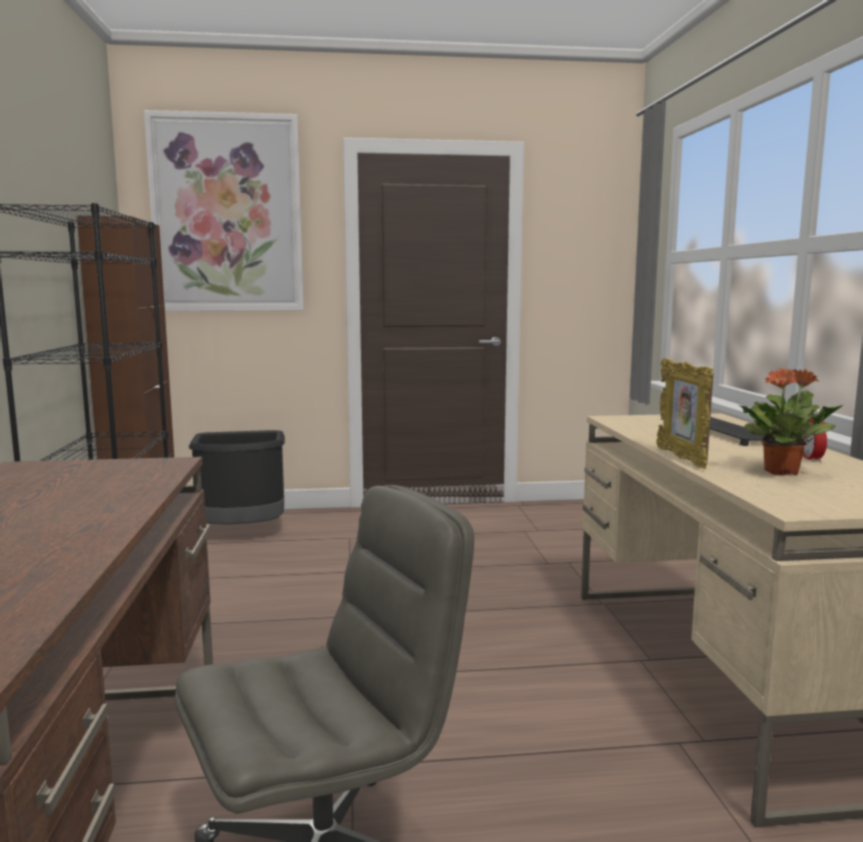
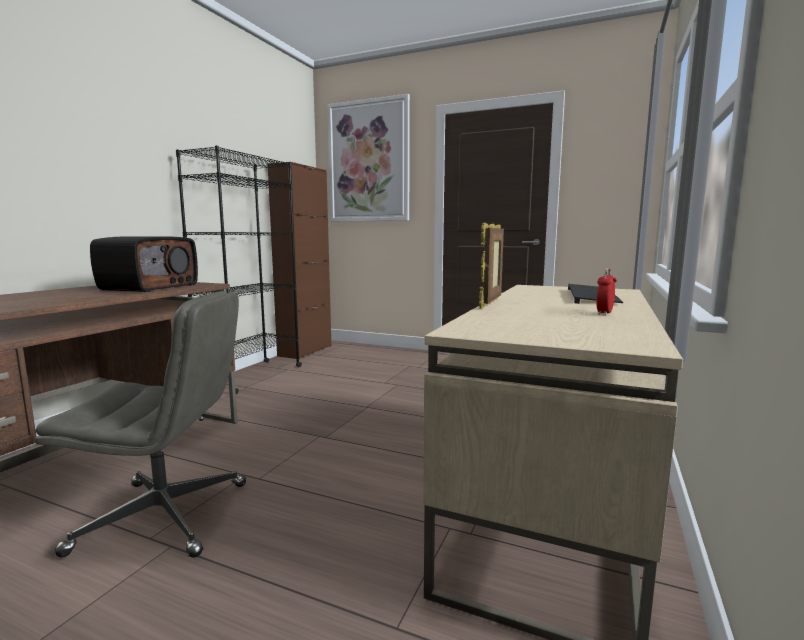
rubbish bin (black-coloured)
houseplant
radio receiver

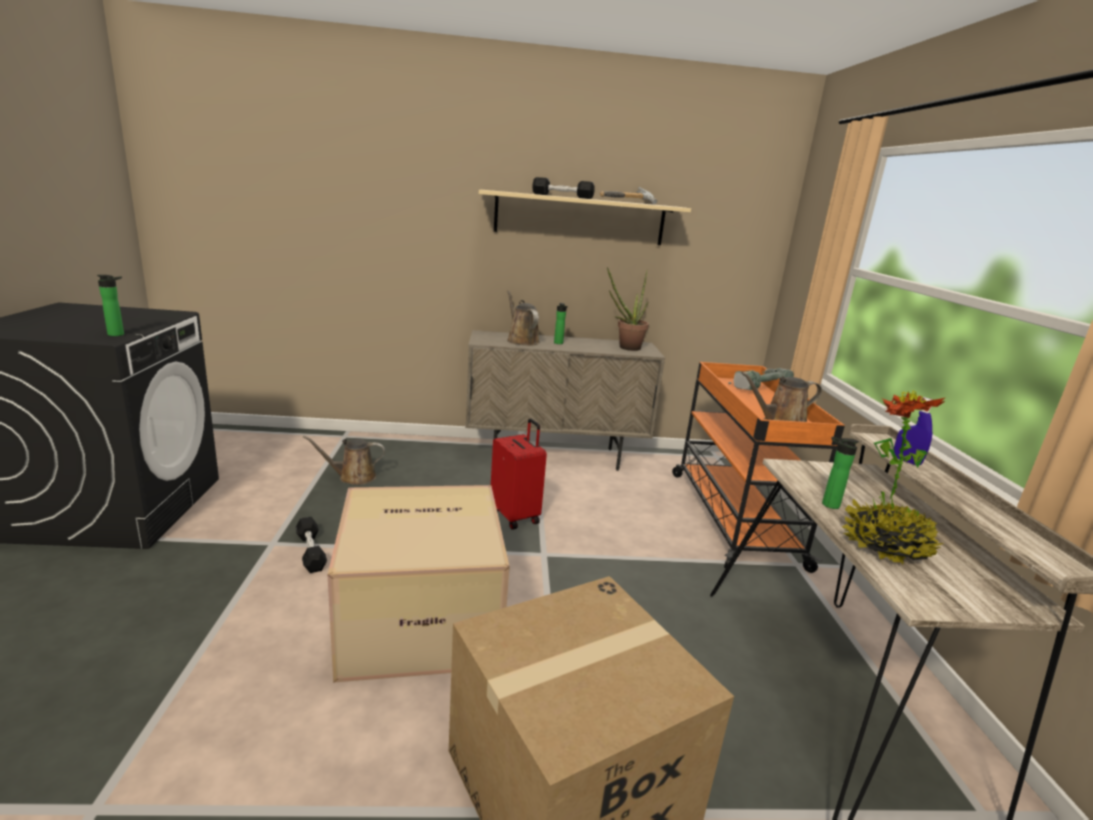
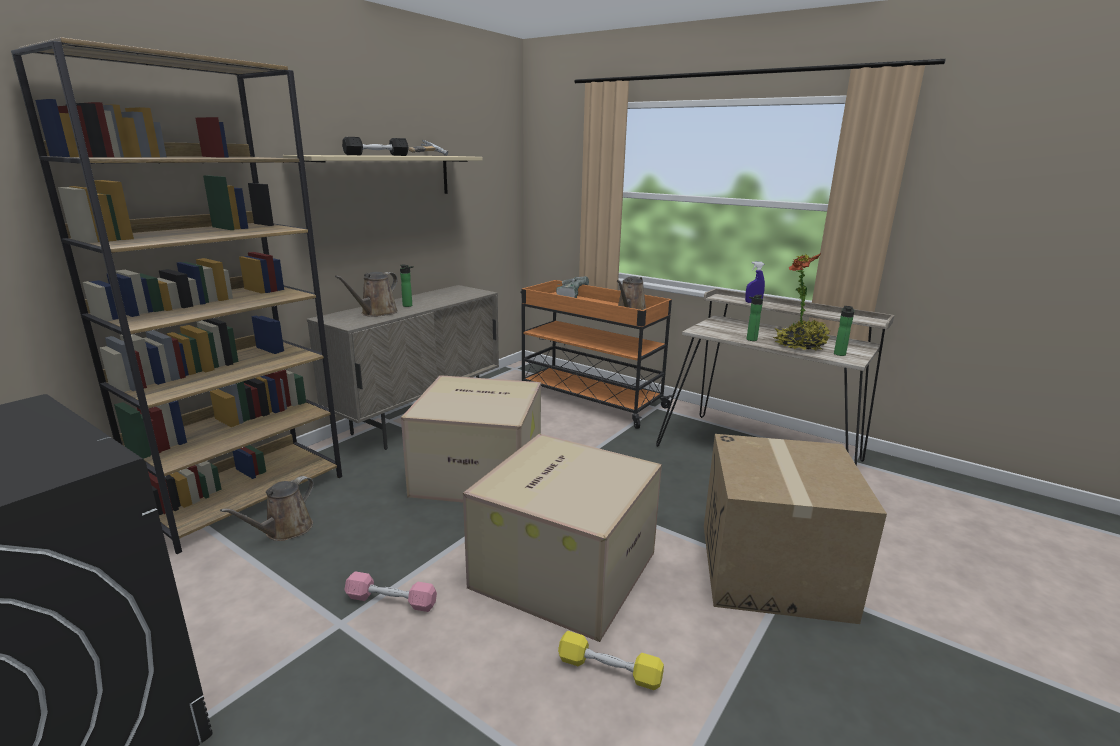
houseplant (no. 1 from left in the first image)
shelving unit (brownish)
dumbbell (yellowish)
bottle (no. 3 from left)
packing box (no. 1 from left)
dumbbell (pink)
watering can (brownish) (no. 2 from left)

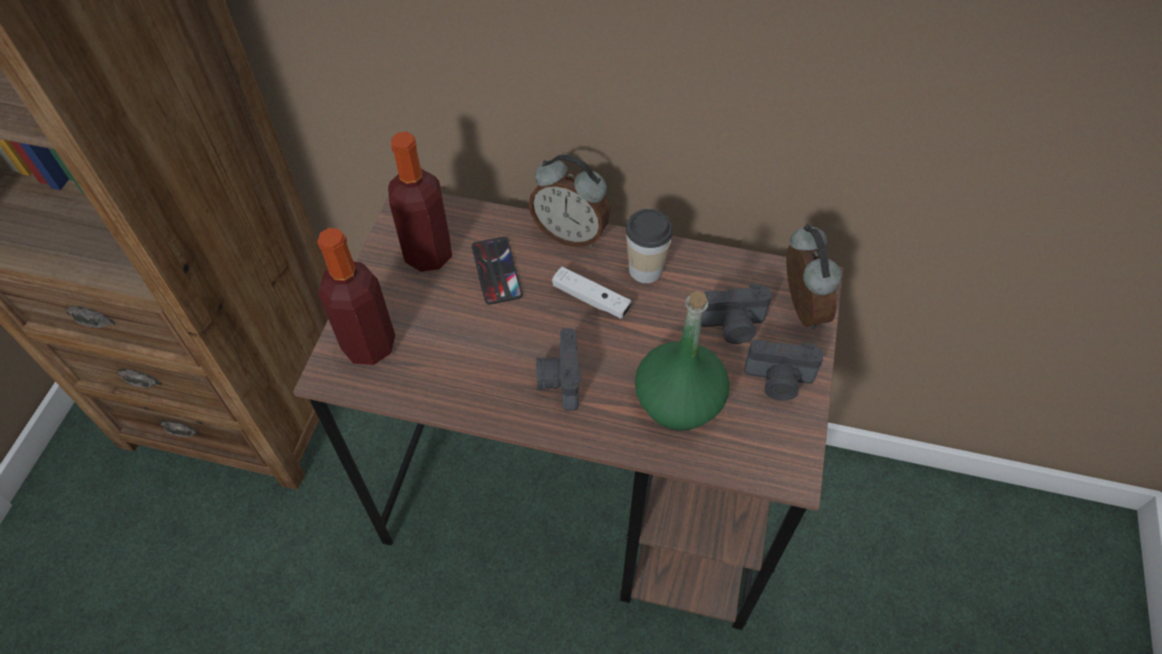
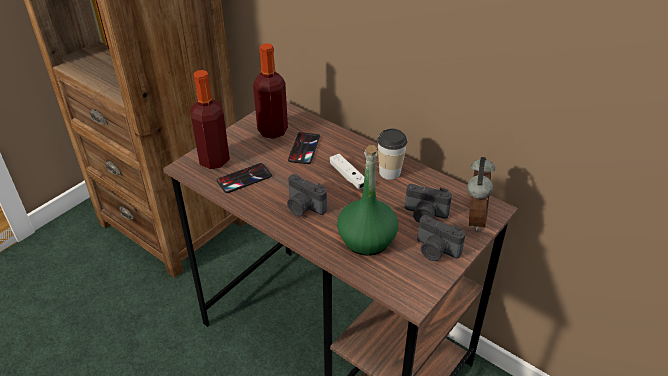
table clock (no. 1 from left in the first image)
phone (no. 1 from left)
still camera (no. 1 from left)

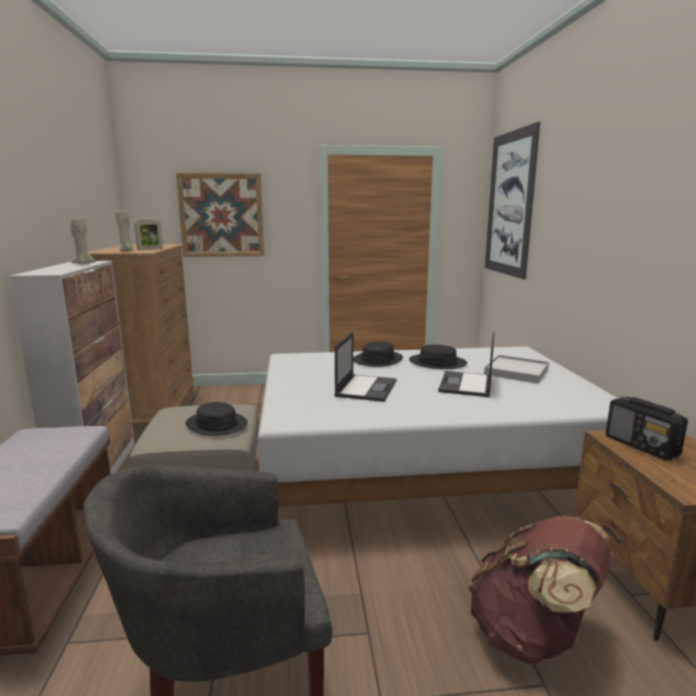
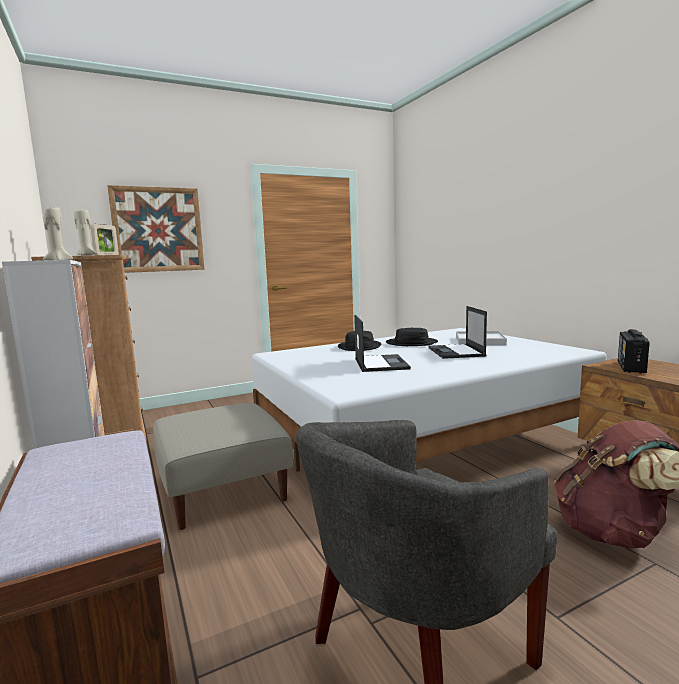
wearable hat (black-coloured) (no. 1 from left in the first image)
picture (no. 2 from left in the first image)
radio receiver

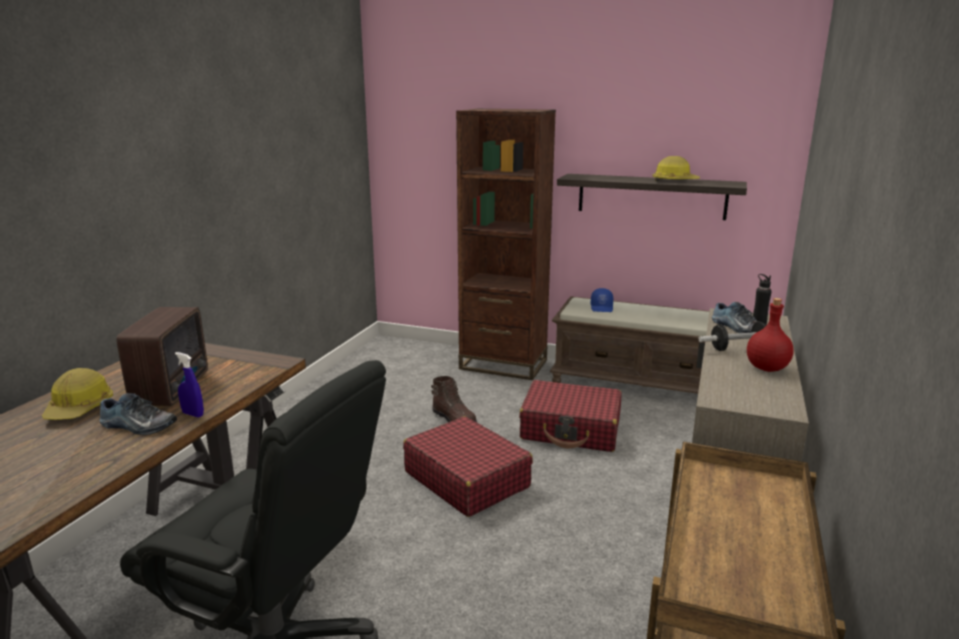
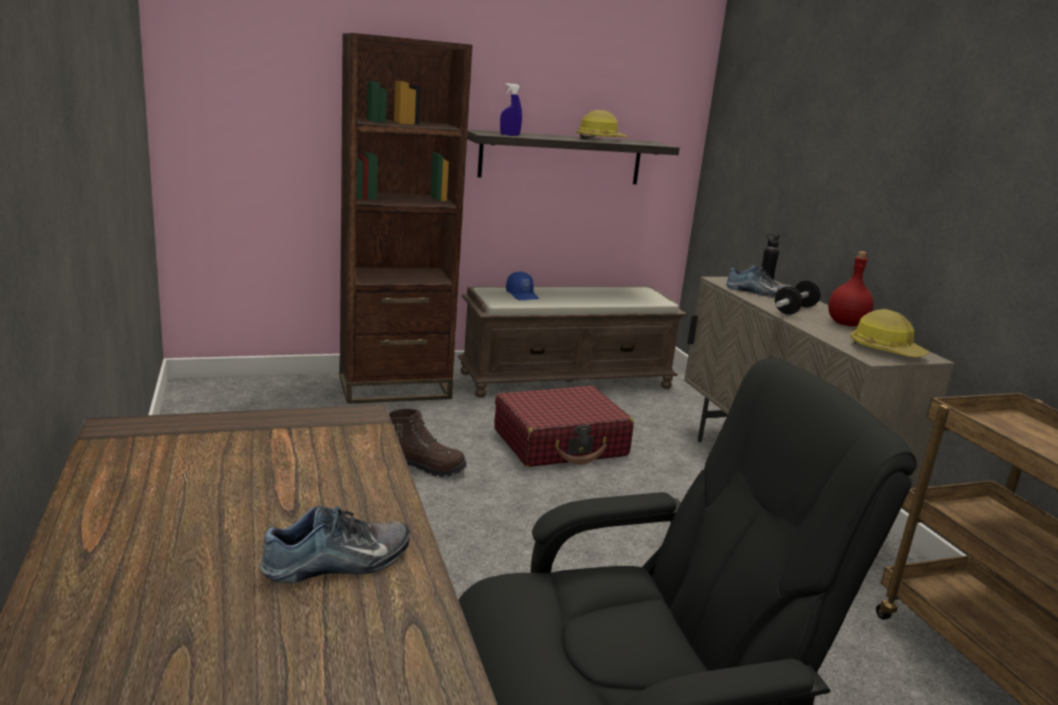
radio receiver
suitcase (red-coloured) (no. 1 from left in the first image)
hard hat (no. 2 from left)
hand sprayer (blue)

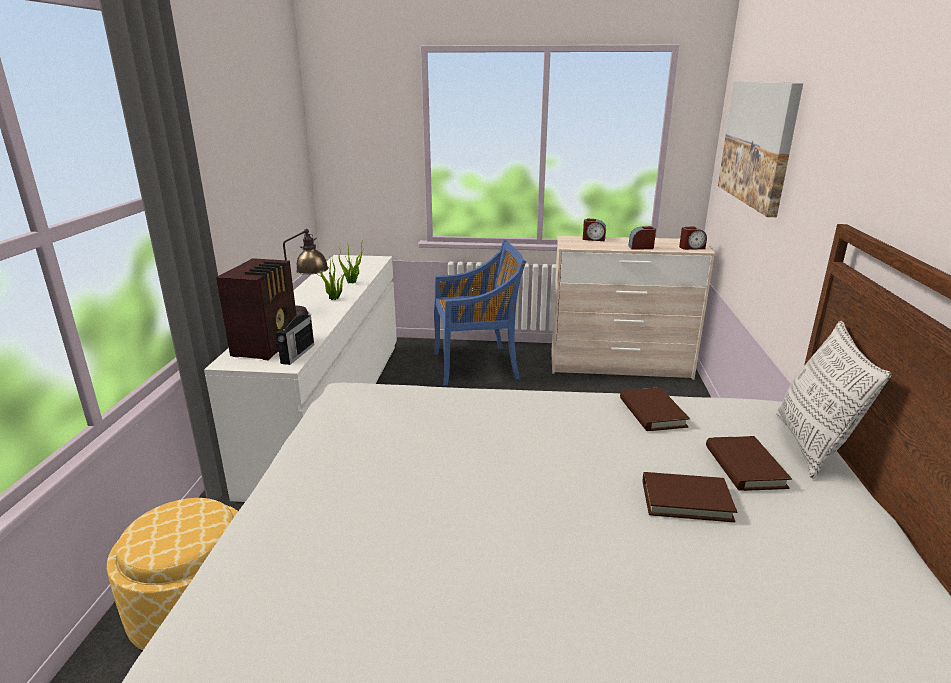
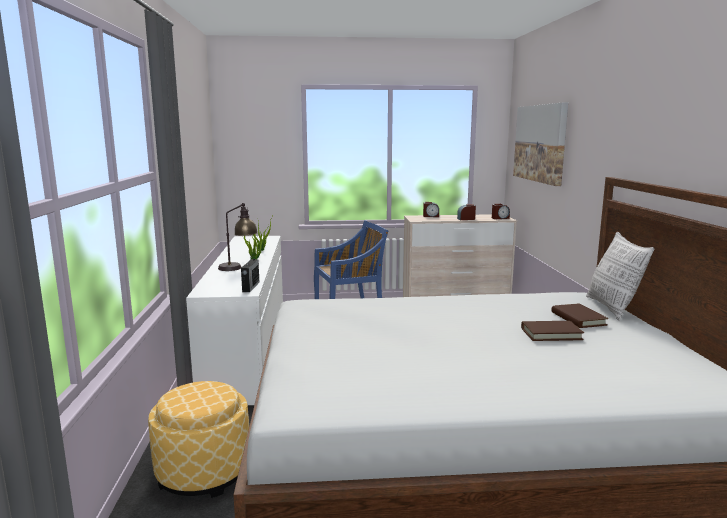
radio receiver (no. 1 from left in the first image)
volume (brownish) (no. 1 from left in the first image)

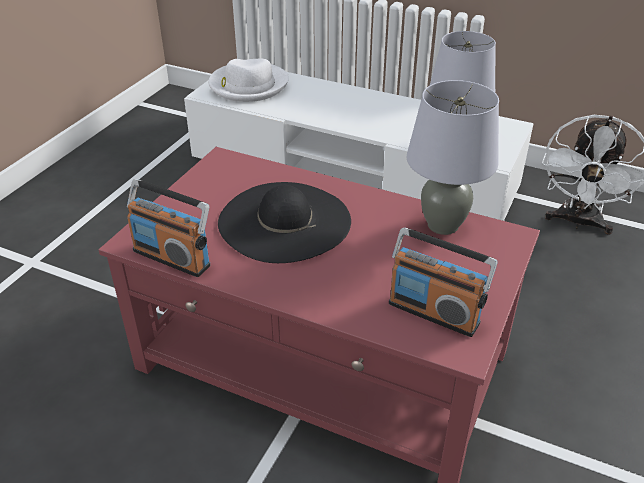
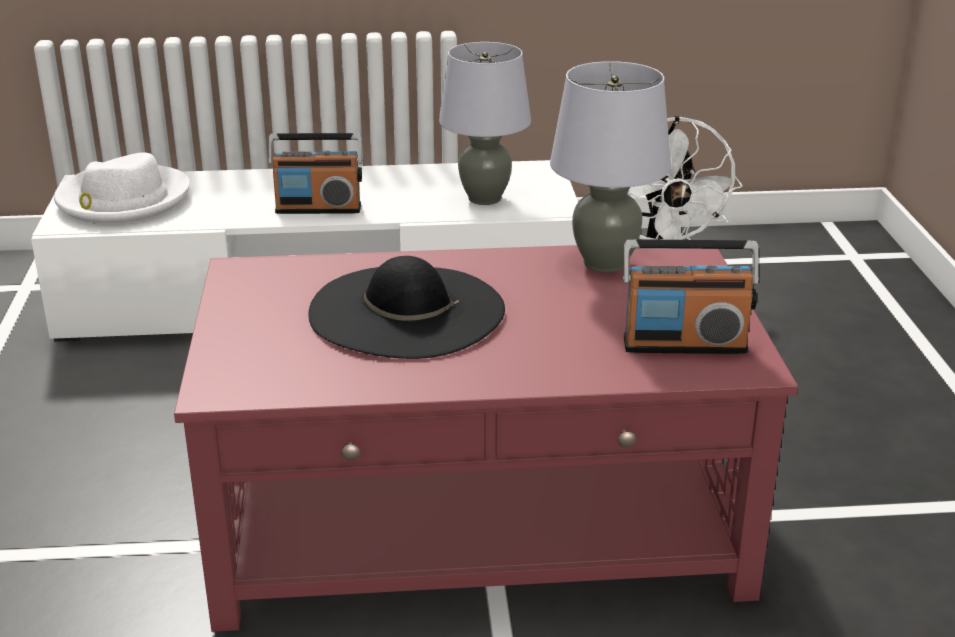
radio receiver (no. 1 from left)

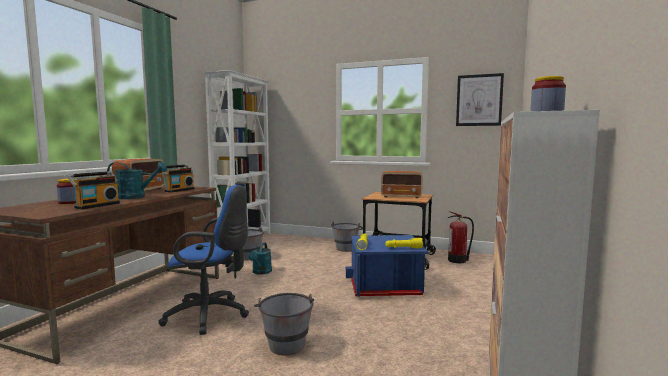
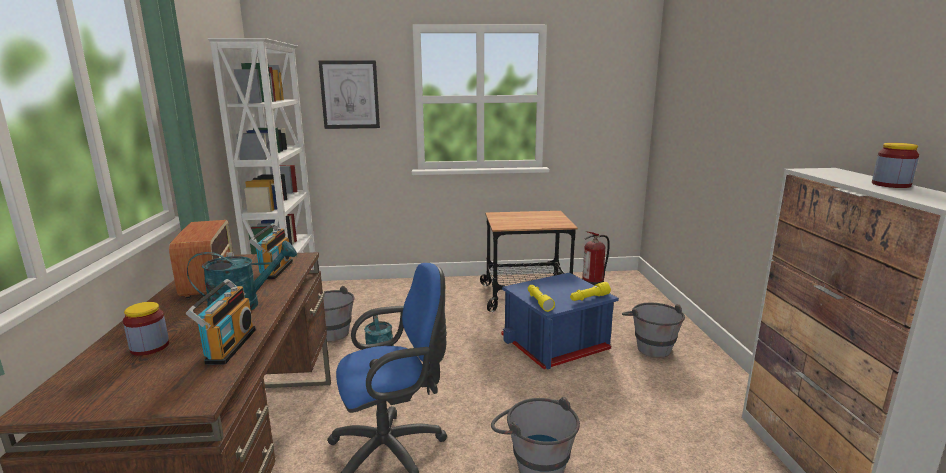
radio receiver (no. 4 from left in the first image)
bucket (greyish) (no. 3 from left)
picture

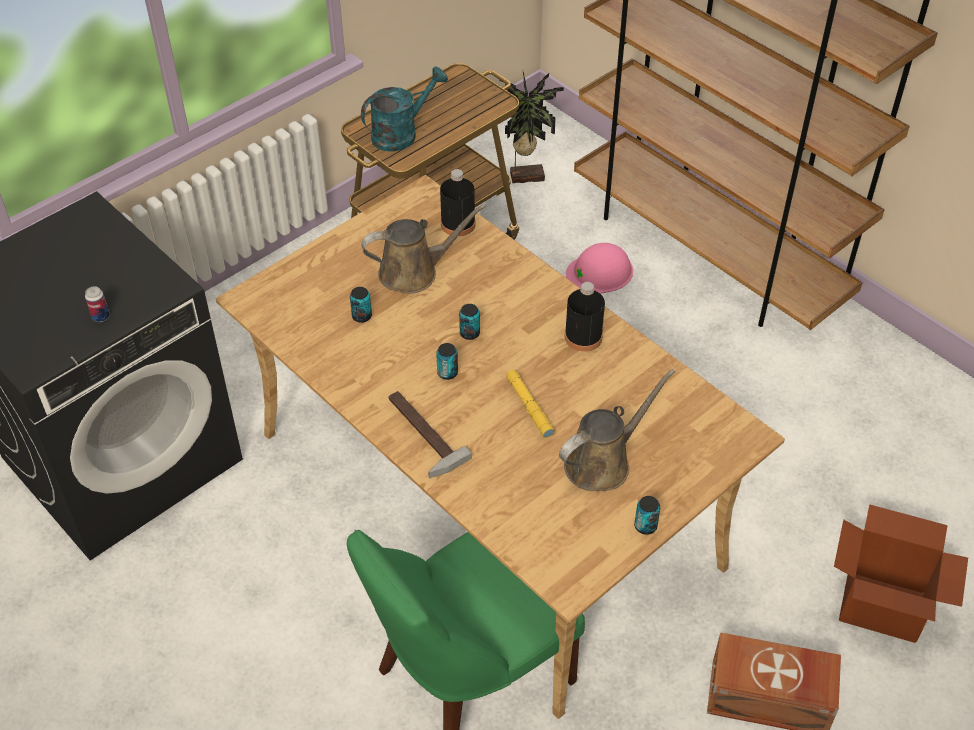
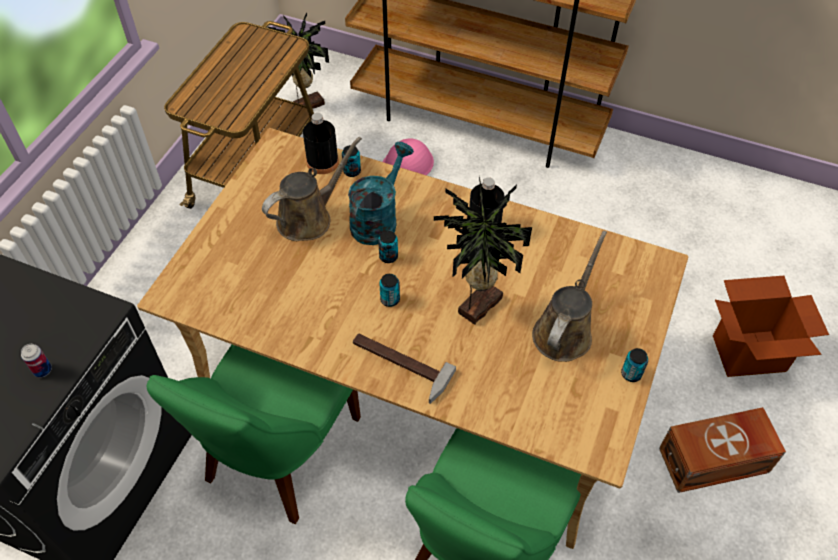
upright chair (green) (no. 1 from left)
metal can (no. 2 from left)
watering can (turquoise-coloured)
houseplant (no. 2 from left)

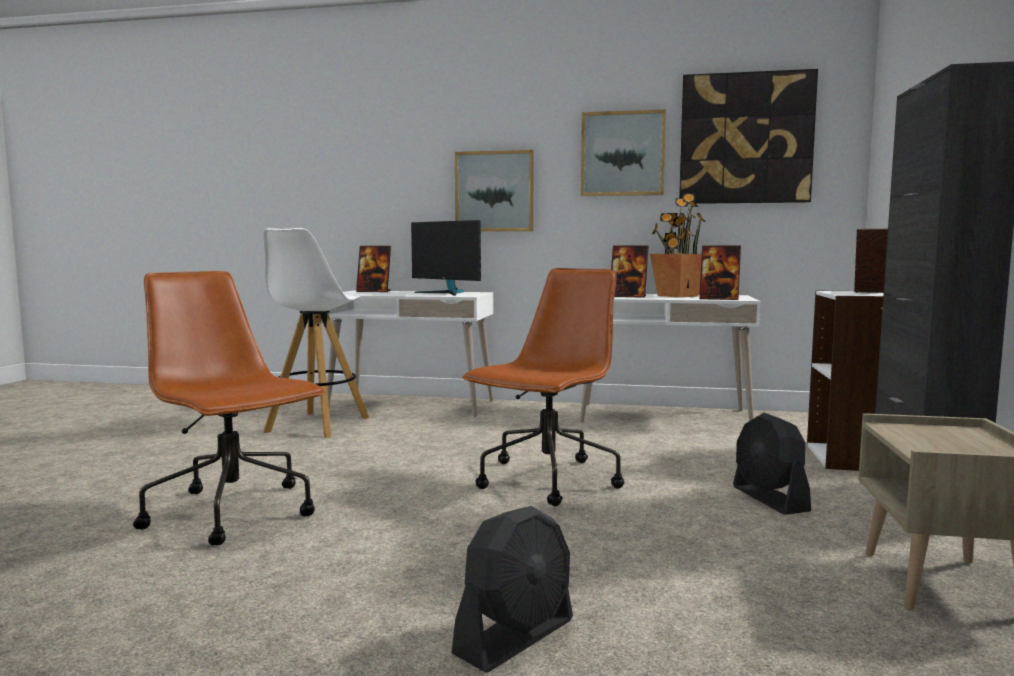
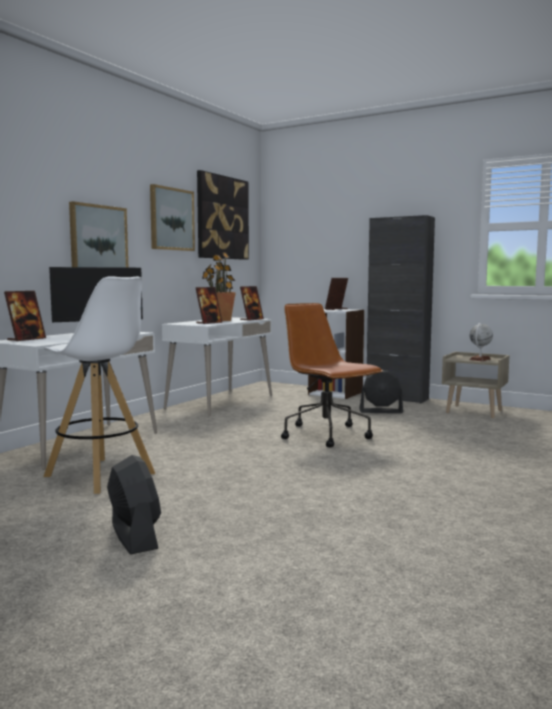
computer chair (brownish) (no. 1 from left in the first image)
desk globe
fan (black-coloured) (no. 1 from left)

